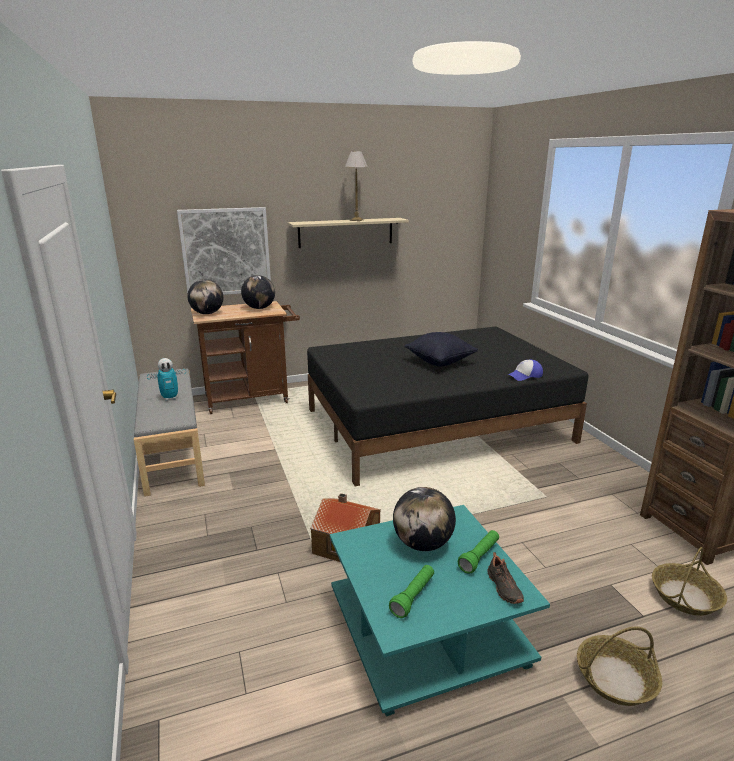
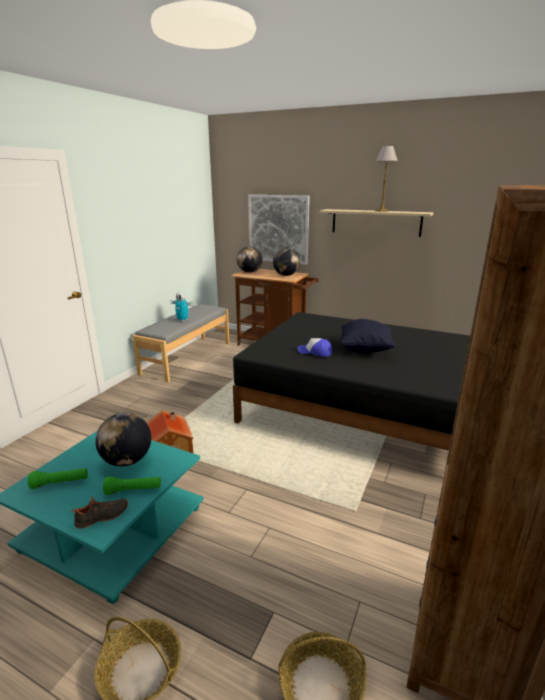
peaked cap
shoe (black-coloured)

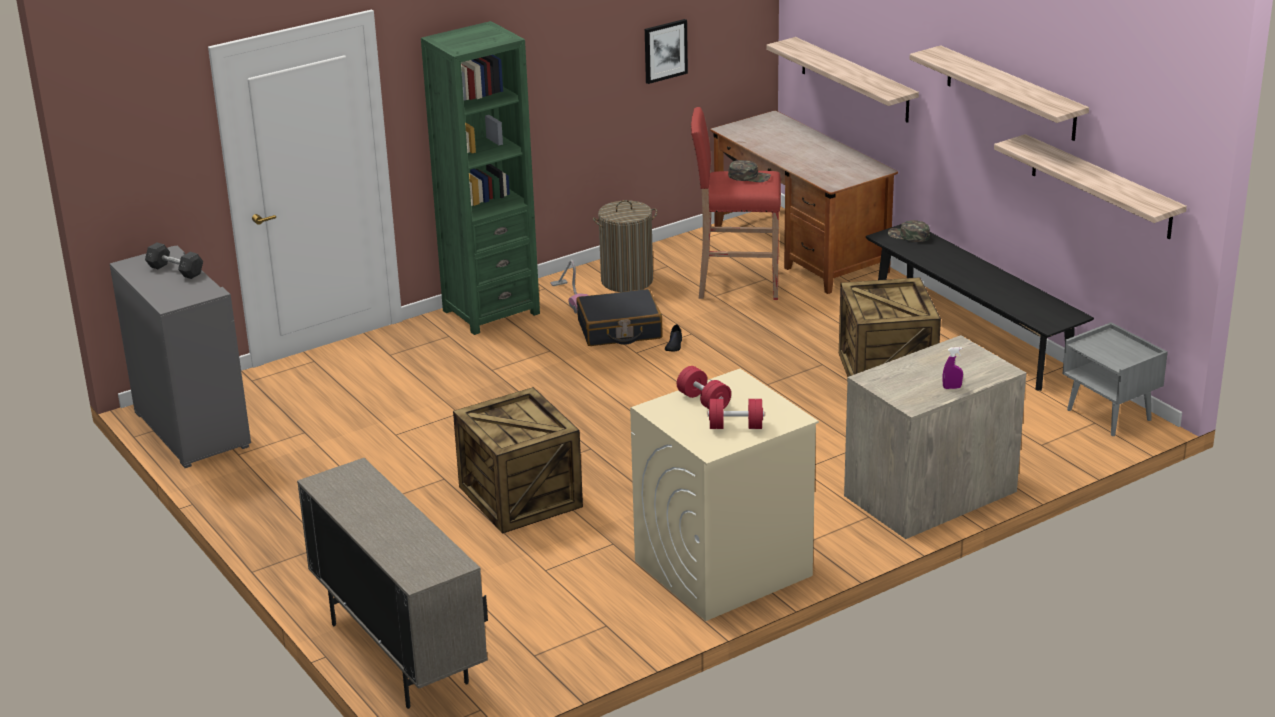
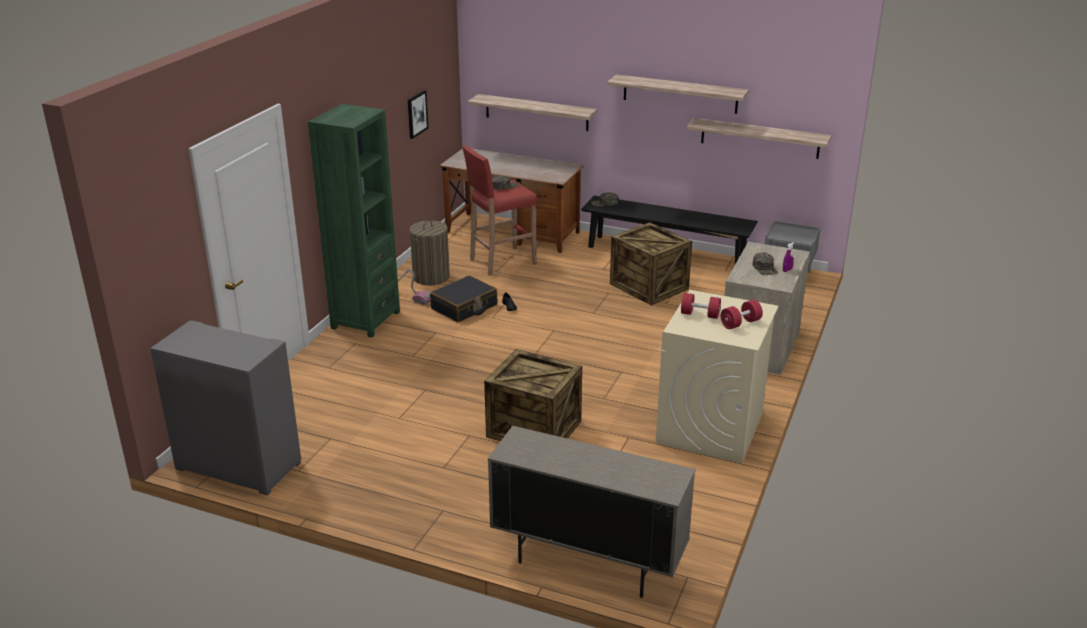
dumbbell (greyish)
peaked cap (green) (no. 3 from left)

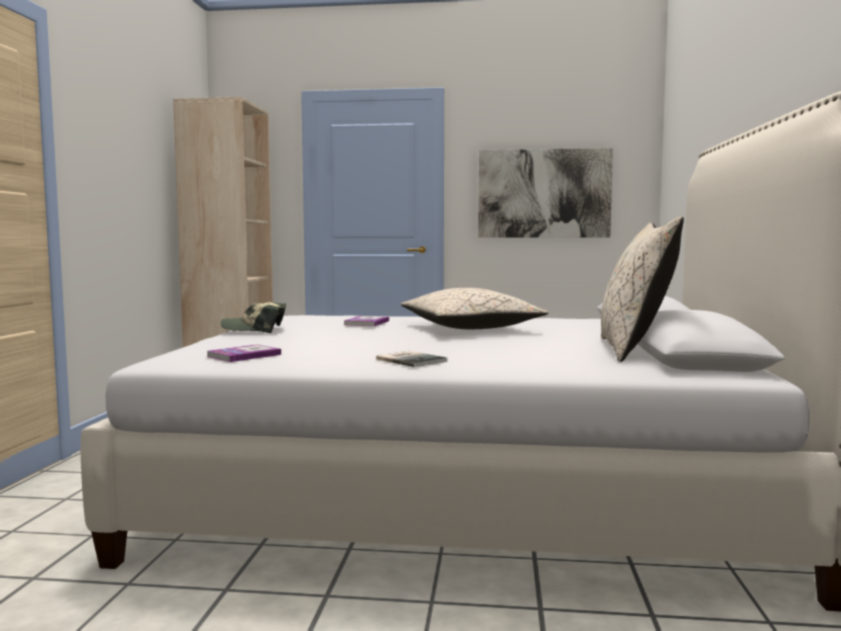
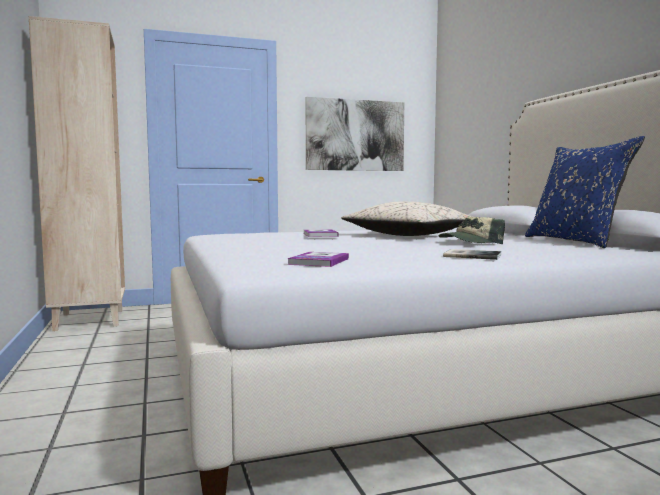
peaked cap
cushion (blue)

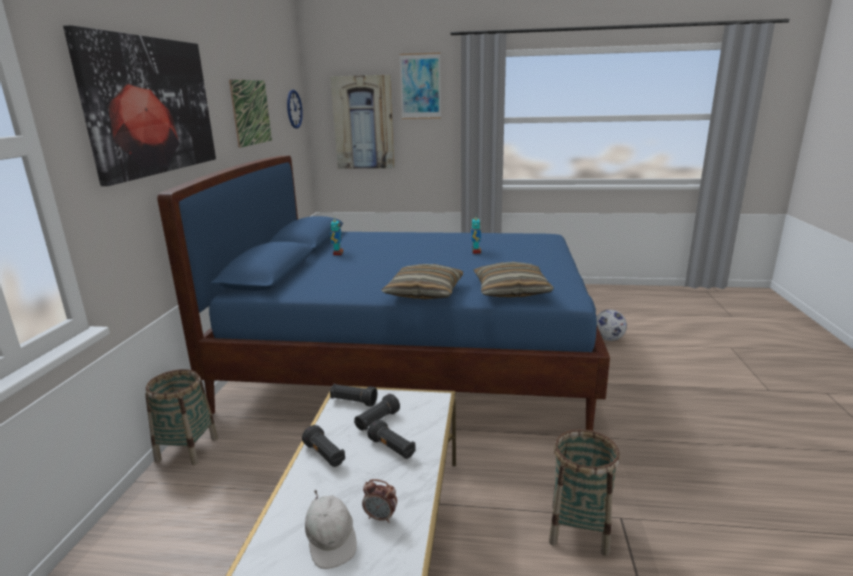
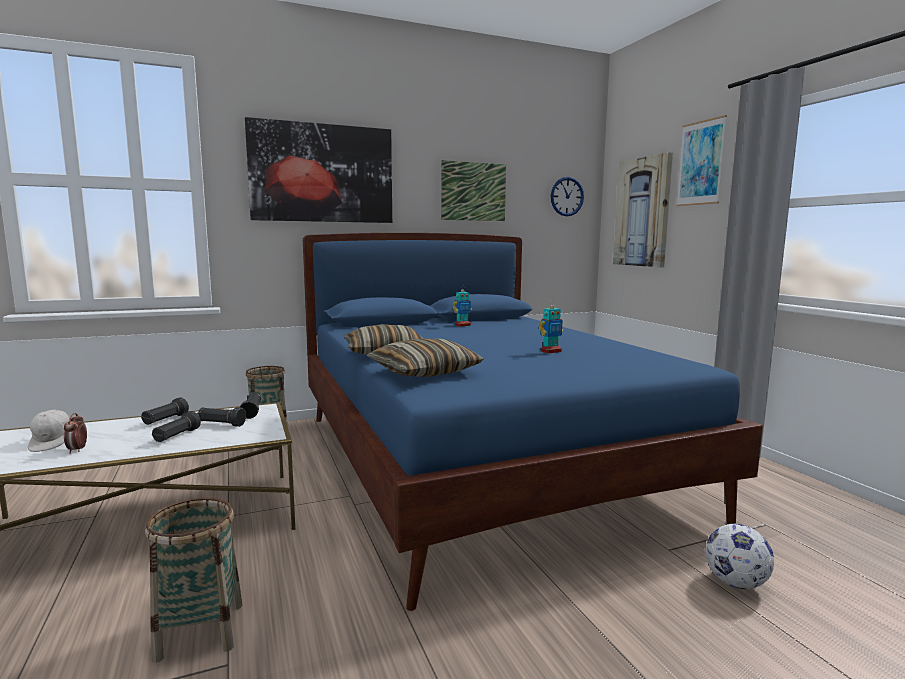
peaked cap (white)

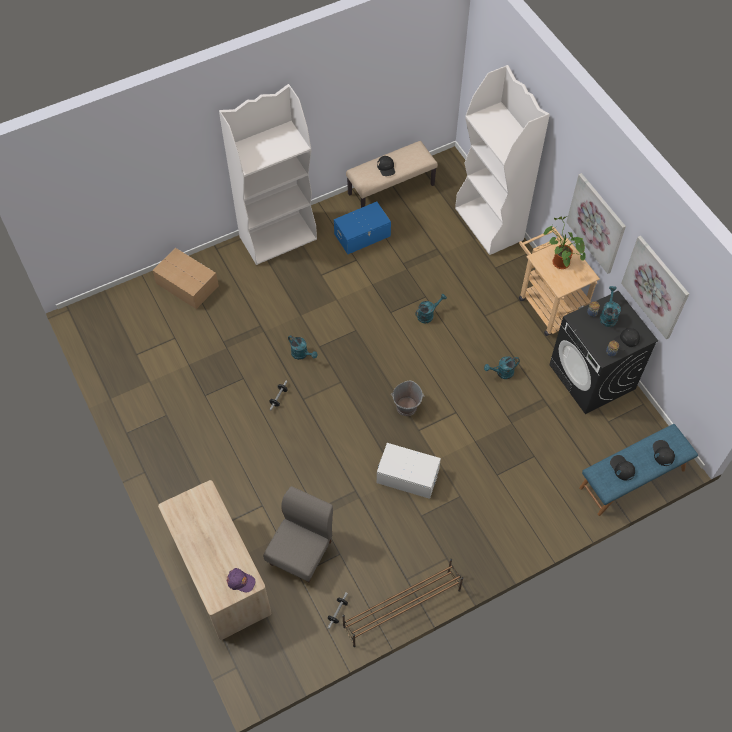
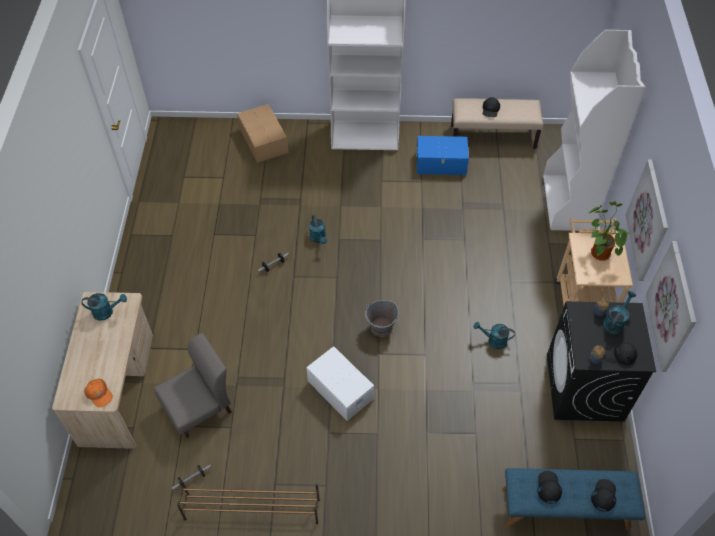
watering can (turquoise-coloured) (no. 1 from left)
peaked cap (orange)

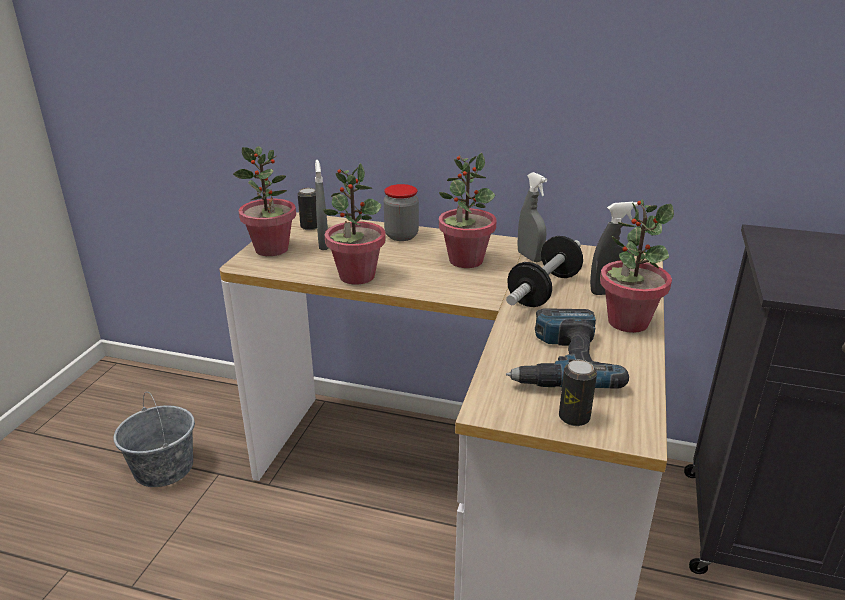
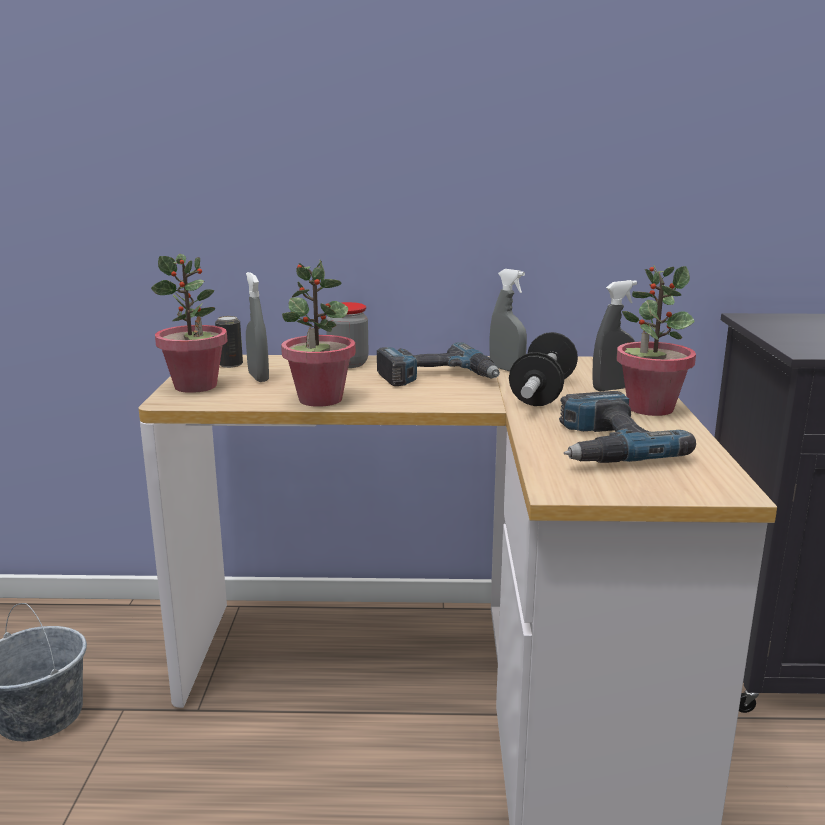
metal can (no. 2 from left in the first image)
power drill (no. 1 from left)

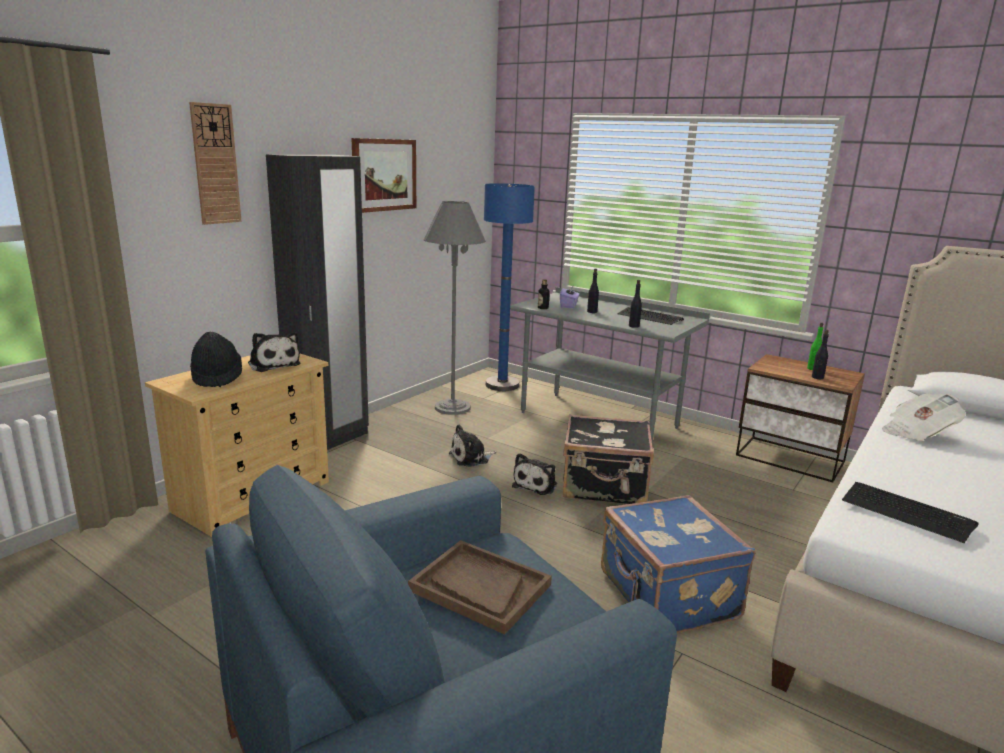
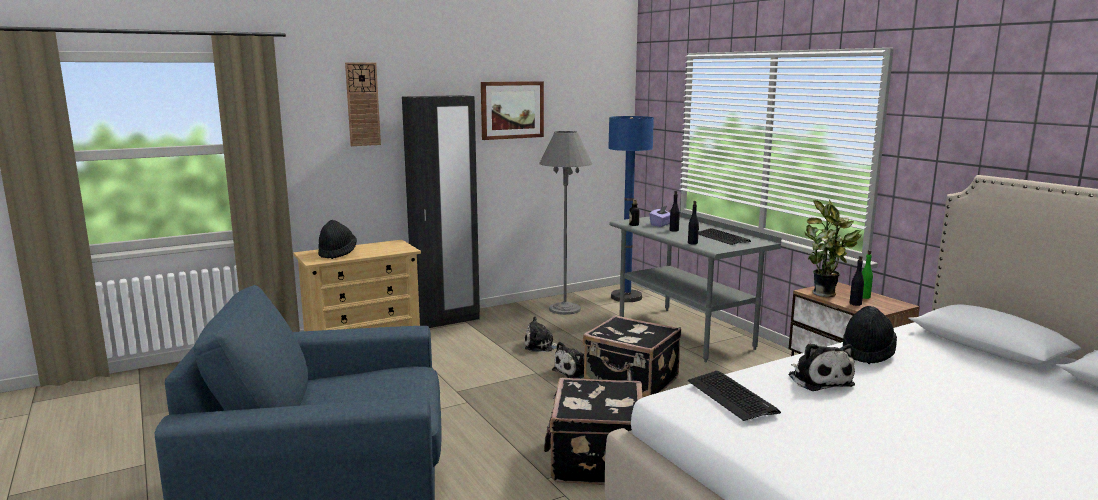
carrying tray (brownish)
houseplant
cuddly toy (no. 3 from left)
wearable hat (black-coloured) (no. 2 from left)
suitcase (black-coloured) (no. 1 from left)

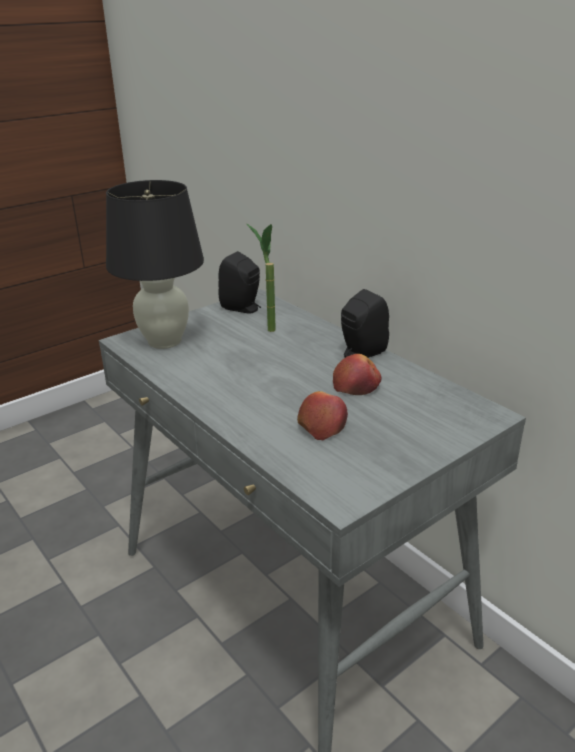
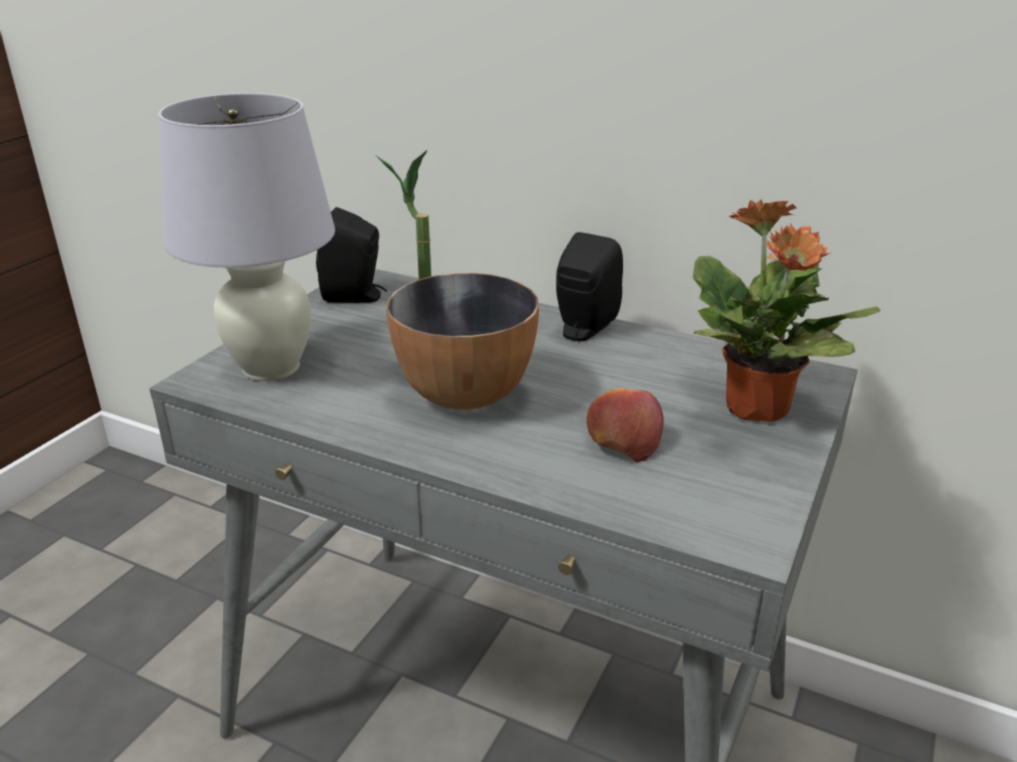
apple fruit (no. 2 from left in the first image)
deep dish
houseplant (no. 2 from left)
lamp for a table (white)

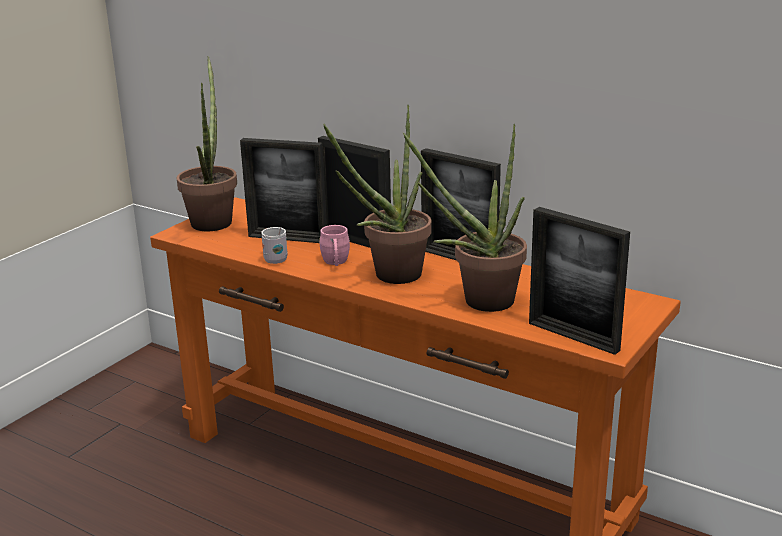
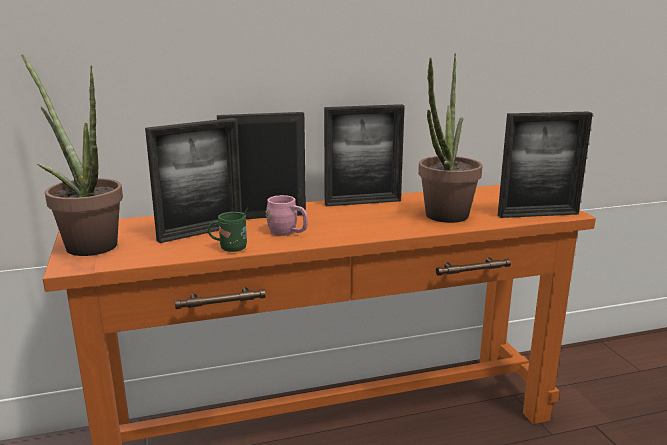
houseplant (no. 2 from left in the first image)
mug (green)

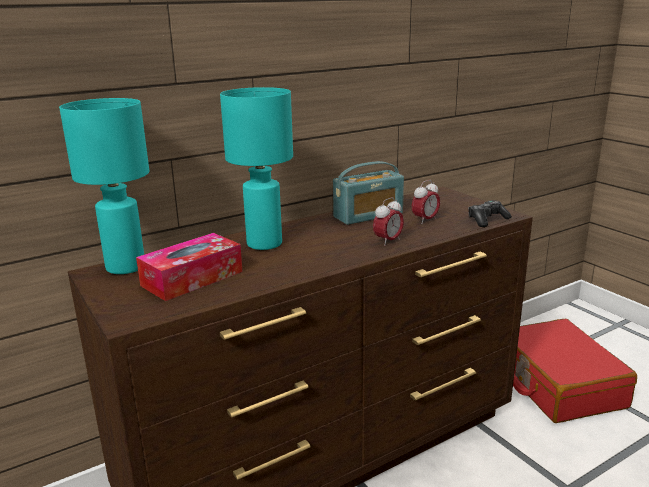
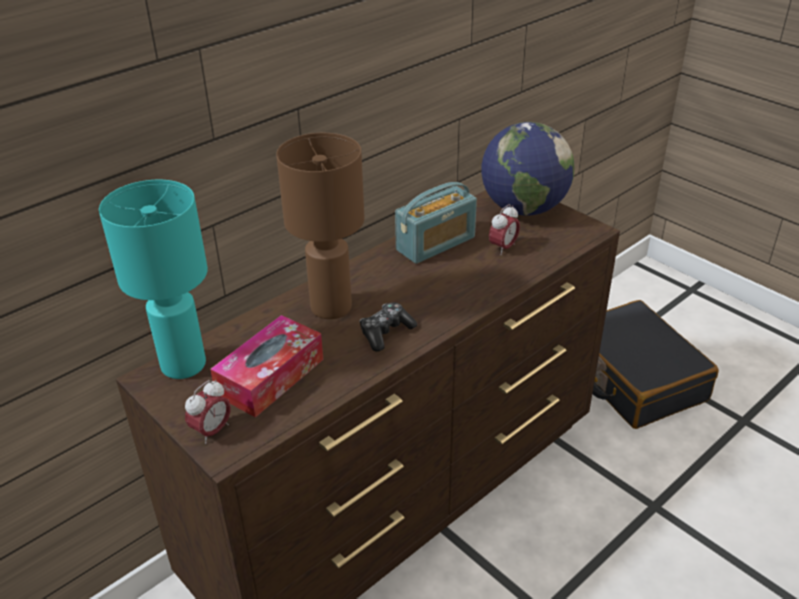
desk globe
table clock (no. 1 from left)
joypad
lamp for a table (brownish)
suitcase (black-coloured)

